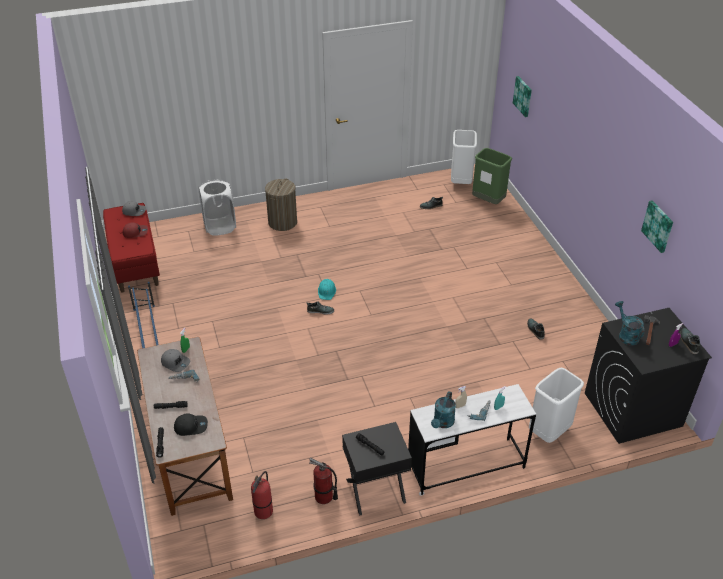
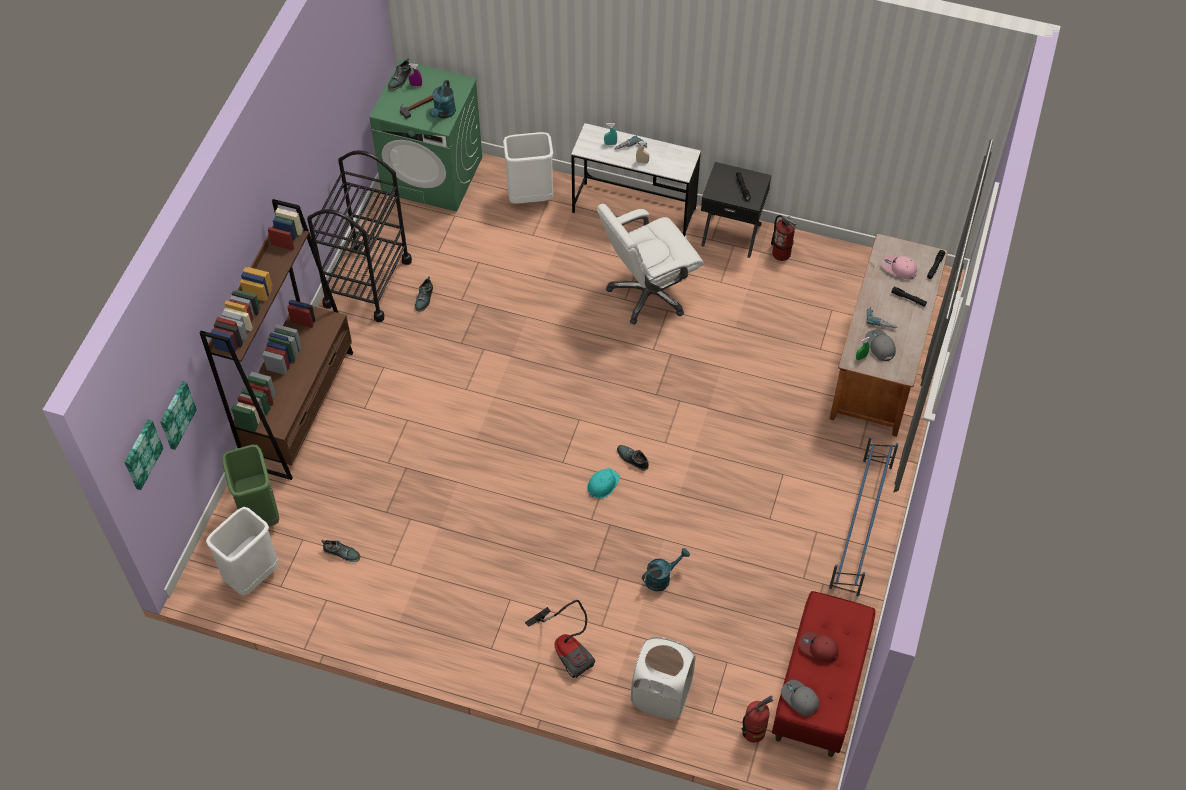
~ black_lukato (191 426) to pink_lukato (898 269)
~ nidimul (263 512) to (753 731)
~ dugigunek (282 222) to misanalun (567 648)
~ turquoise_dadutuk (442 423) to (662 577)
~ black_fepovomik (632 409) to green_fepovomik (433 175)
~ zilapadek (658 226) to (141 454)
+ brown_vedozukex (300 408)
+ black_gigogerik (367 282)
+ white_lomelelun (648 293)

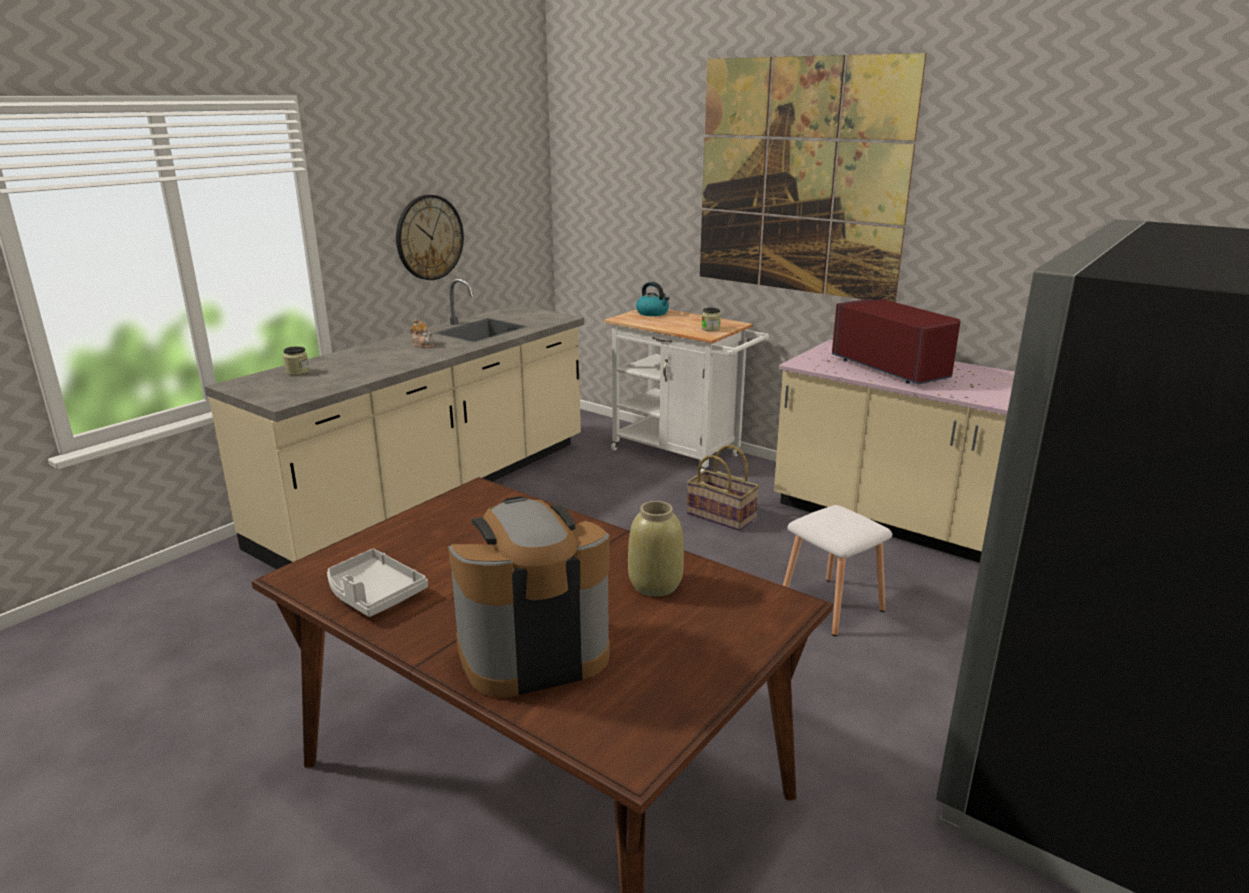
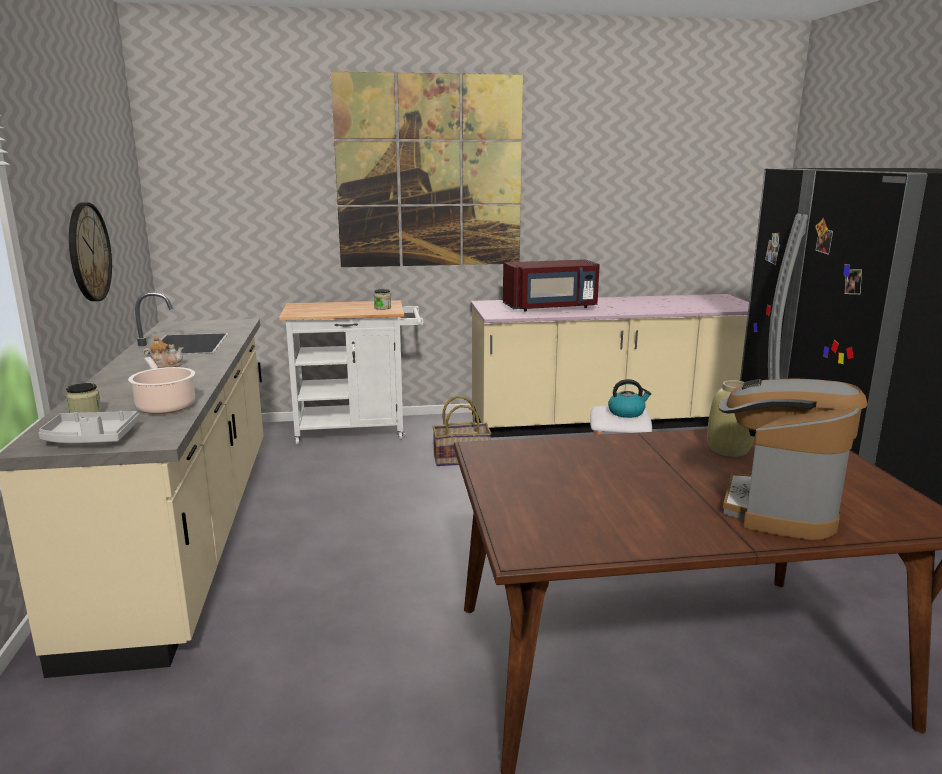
~ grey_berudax (373 594) to (91 439)
~ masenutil (653 313) to (627 412)
~ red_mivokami (892 369) = (551 307) 150 degrees clockwise
+ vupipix (165 406)

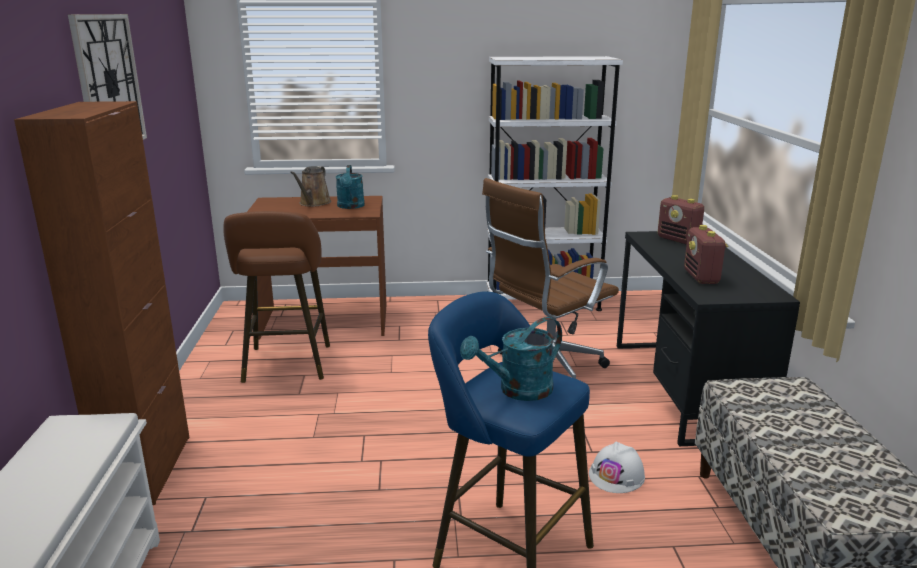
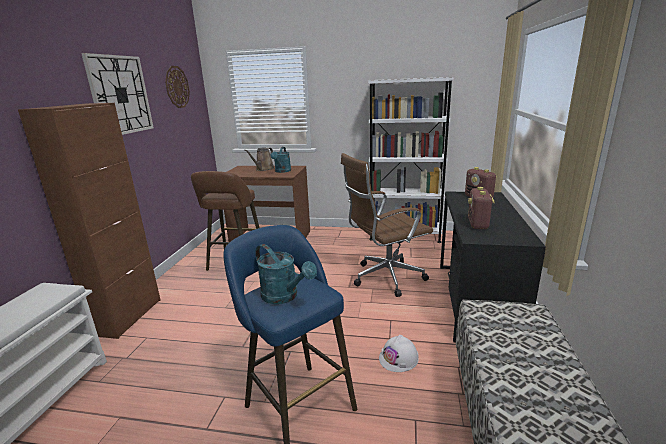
~ turquoise_dadutuk (517 391) = (284 296) 120 degrees counterclockwise
+ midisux (177 87)

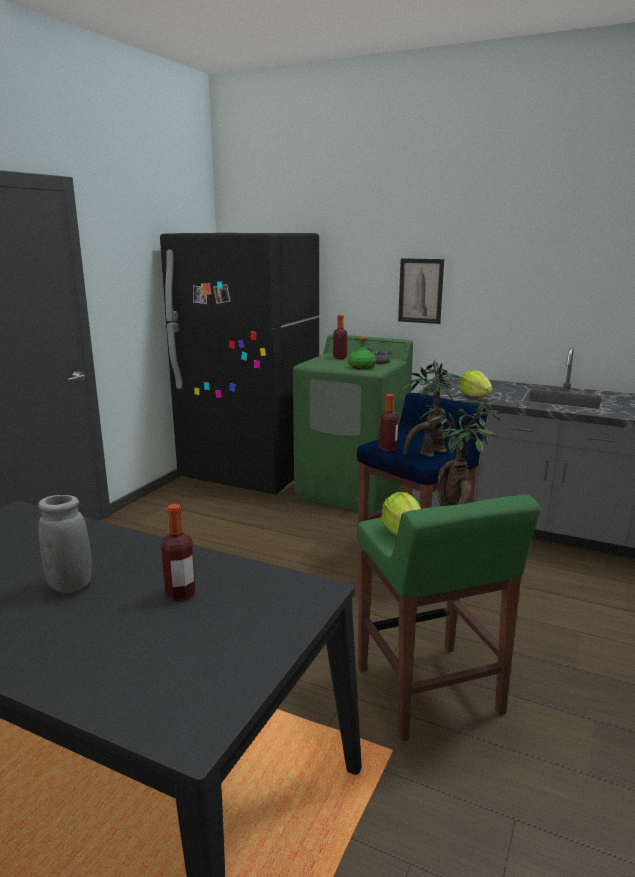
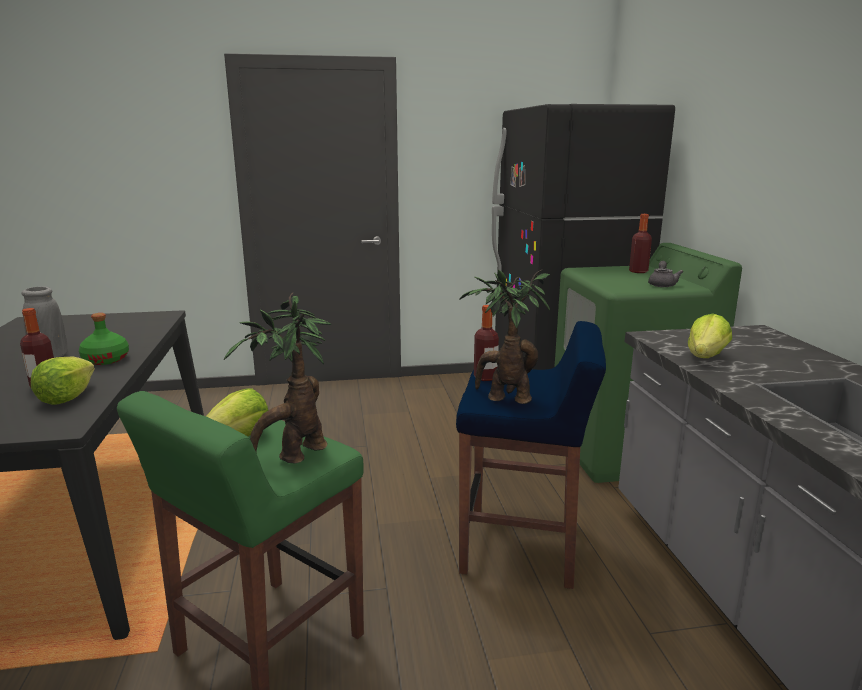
~ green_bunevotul (361 367) to (106 359)
- zilapadek (420 291)
+ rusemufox (67 397)

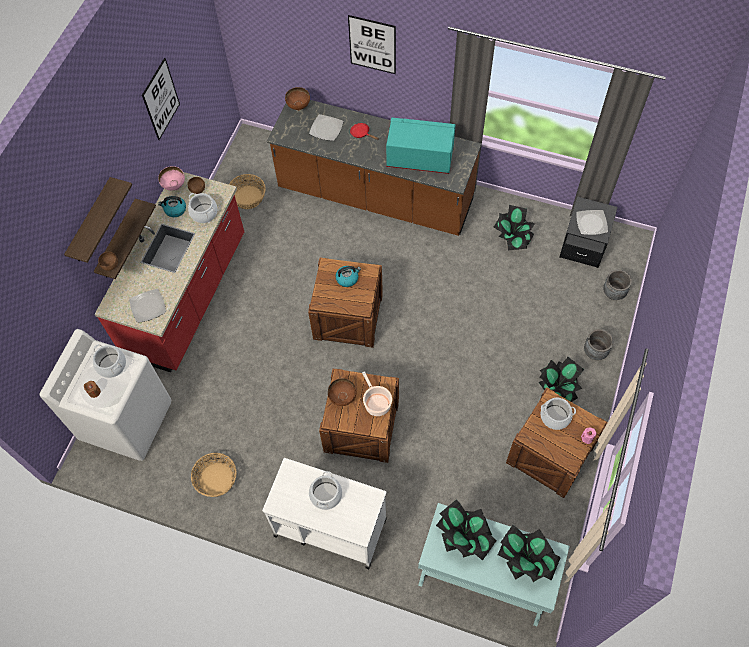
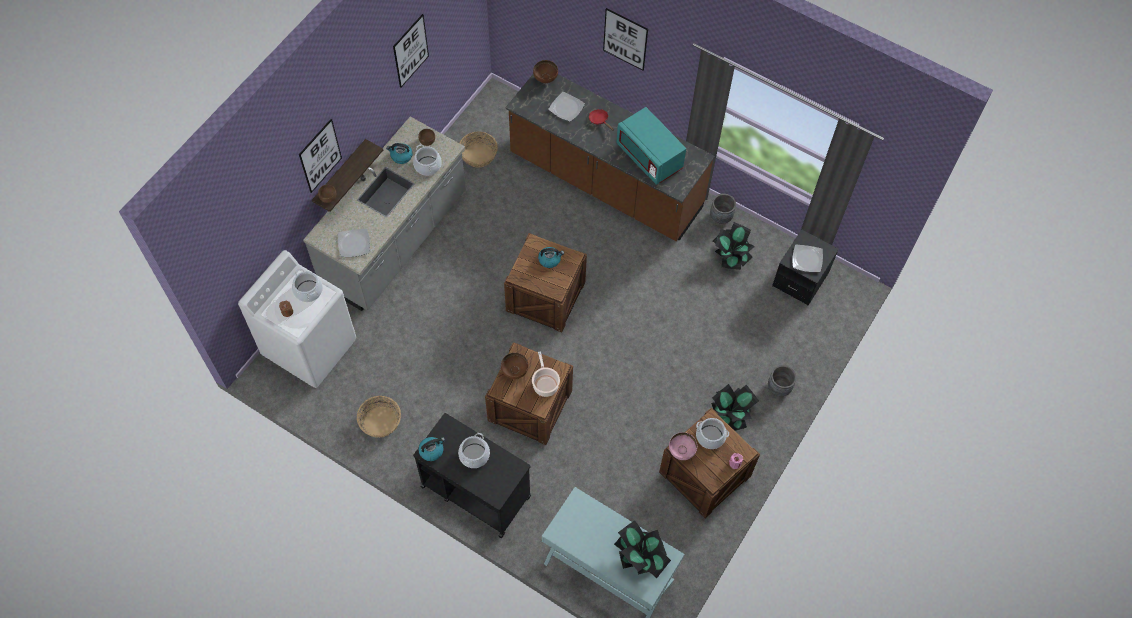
~ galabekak (91 222) to zilapadek (320 156)
~ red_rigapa (188 296) to grey_rigapa (396 240)
~ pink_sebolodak (174 186) to (681 451)
~ white_gigogerik (329 526) to black_gigogerik (475 491)
~ turquoise_mivokami (419 158) = (649 157) 150 degrees counterclockwise
- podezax (464 537)
~ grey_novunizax (614 292) to (721 216)
+ masenutil (431 450)

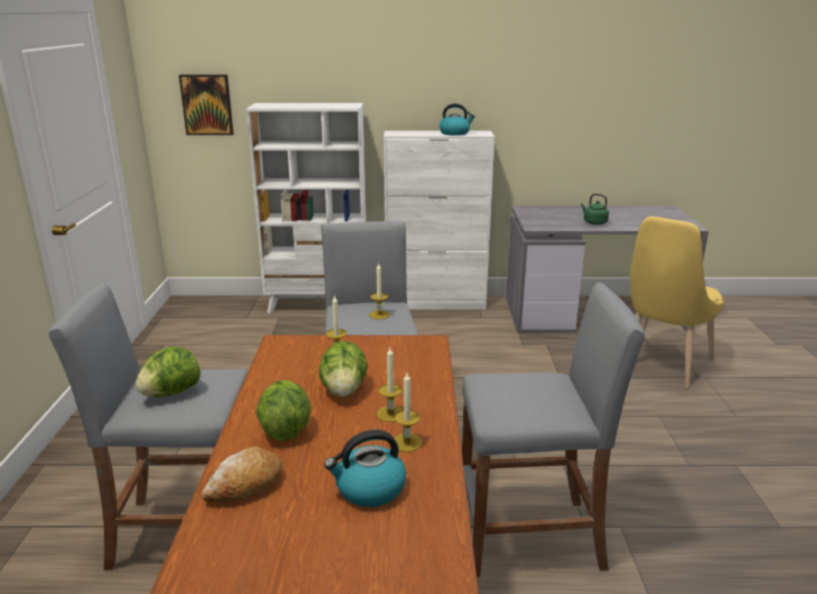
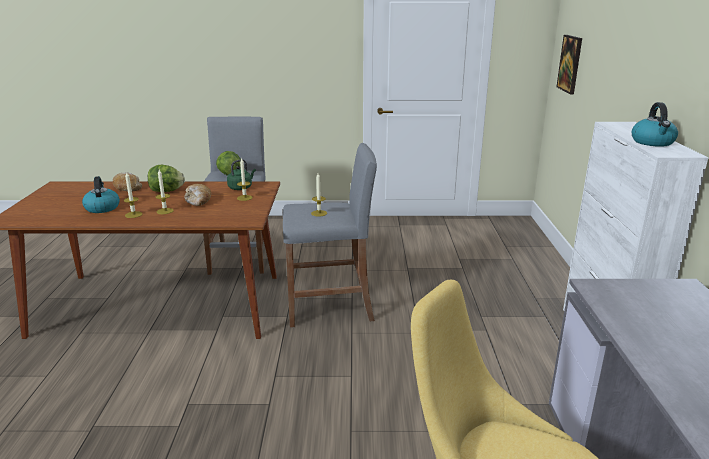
- white_vedozukex (318 305)
~ rusemufox (344 390) to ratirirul (198 201)
- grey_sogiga (530 536)
~ green_masenutil (593 222) to (241 188)

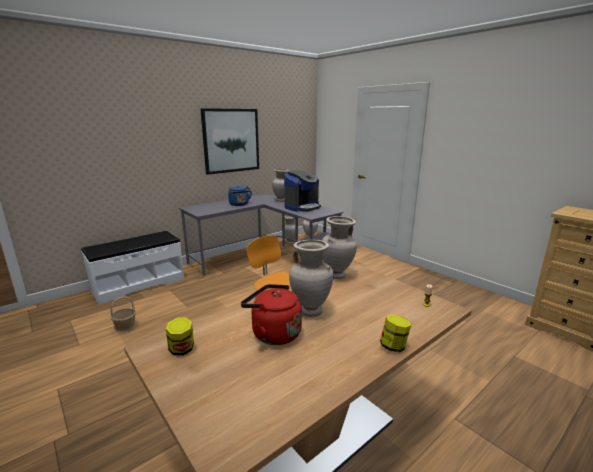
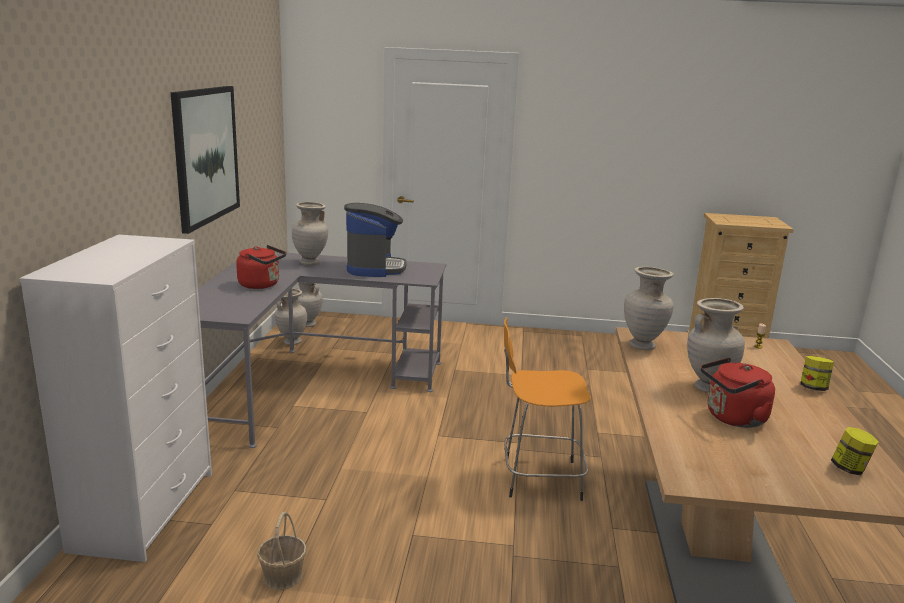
~ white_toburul (138 284) to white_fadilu (145 509)
~ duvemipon (181 350) to (849 469)
~ blue_masenutil (239 204) to red_masenutil (261 285)

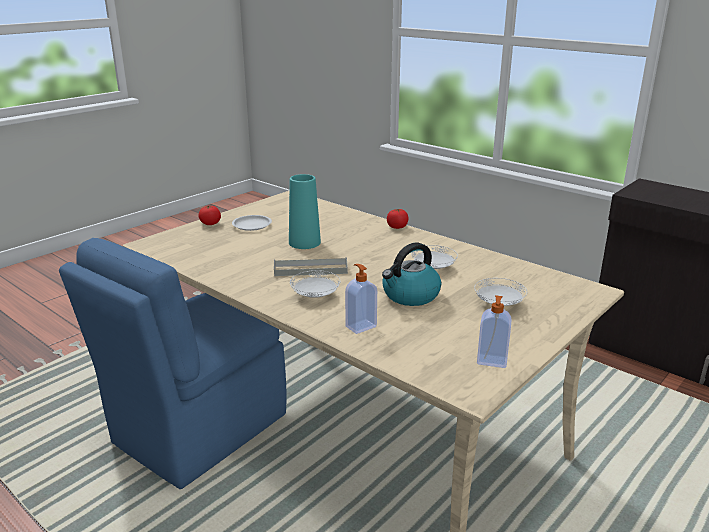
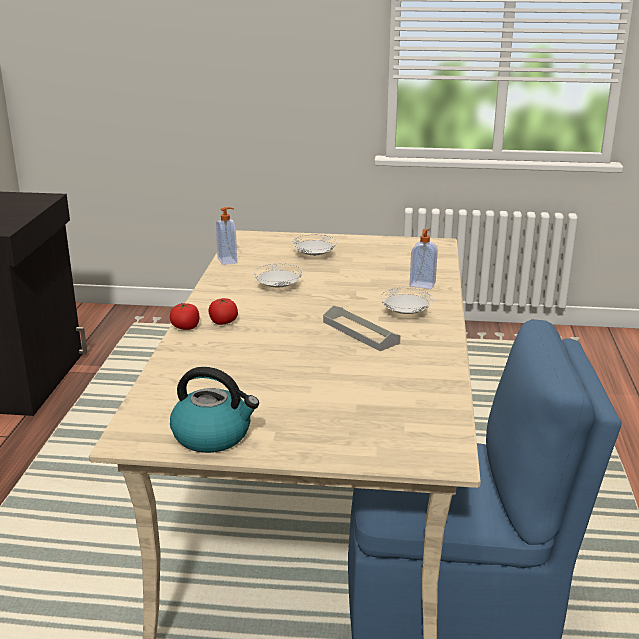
~ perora (210 223) to (223 322)
- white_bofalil (252 225)
- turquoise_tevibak (304 242)
~ masenutil (410 296) to (213 435)
~ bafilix (491 361) to (228 260)

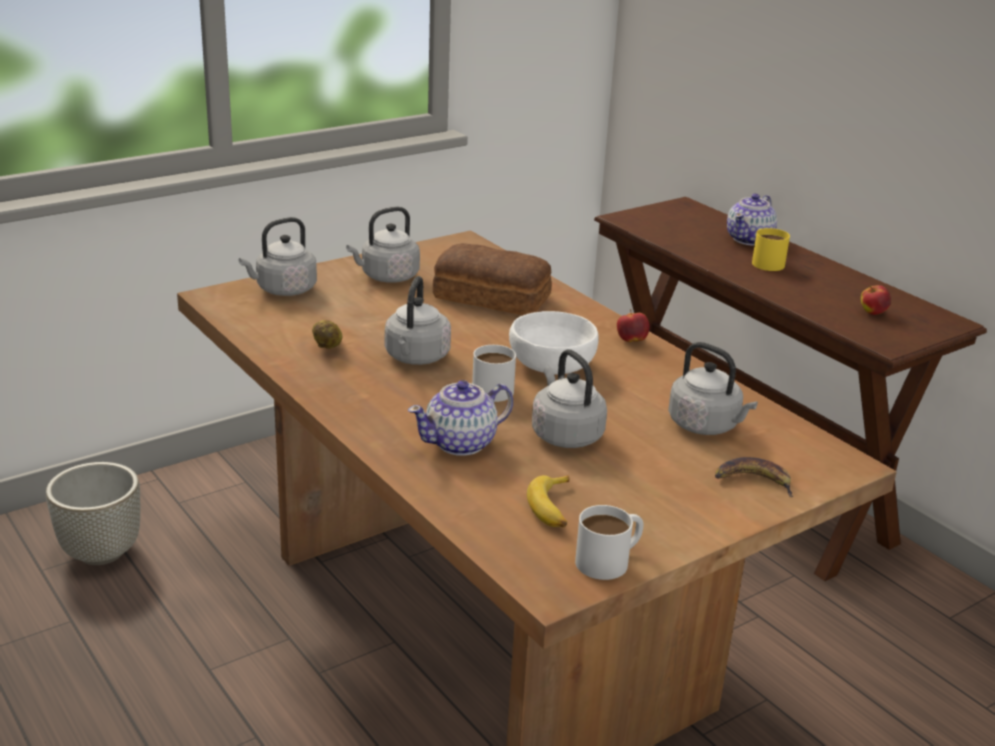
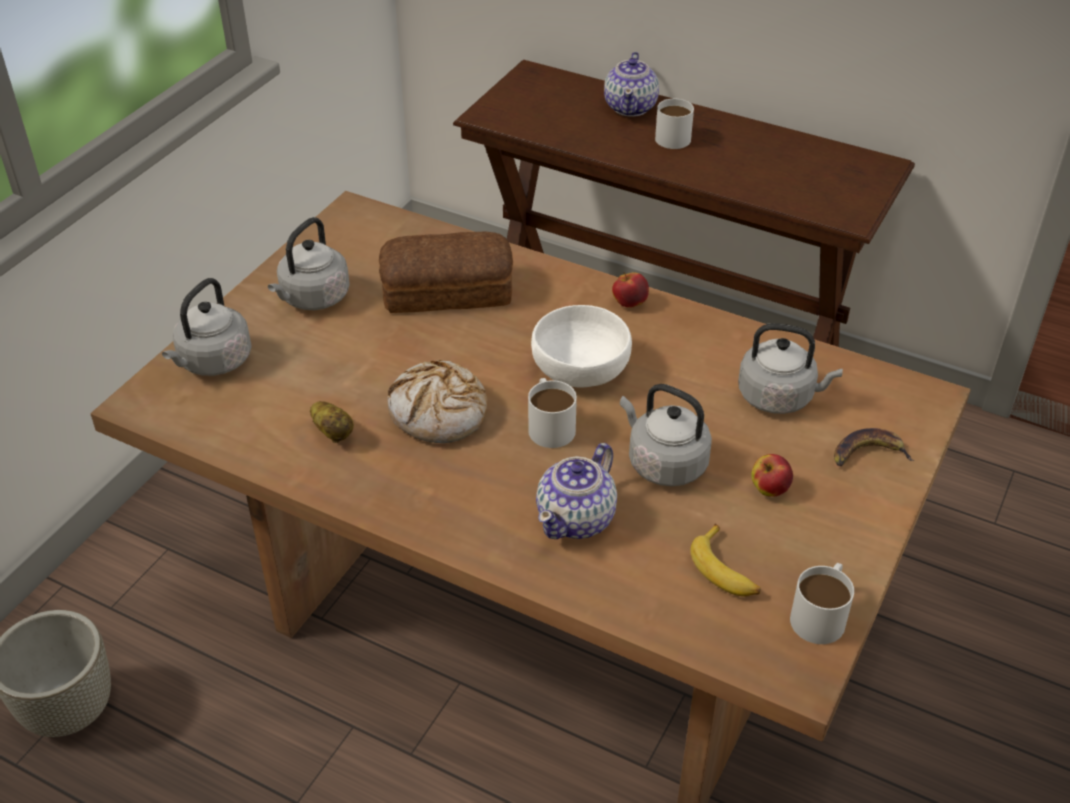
~ grey_masenutil (416 358) to ratirirul (439 413)
~ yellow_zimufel (768 262) to white_zimufel (670 135)
~ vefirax (872 313) to (769 489)

